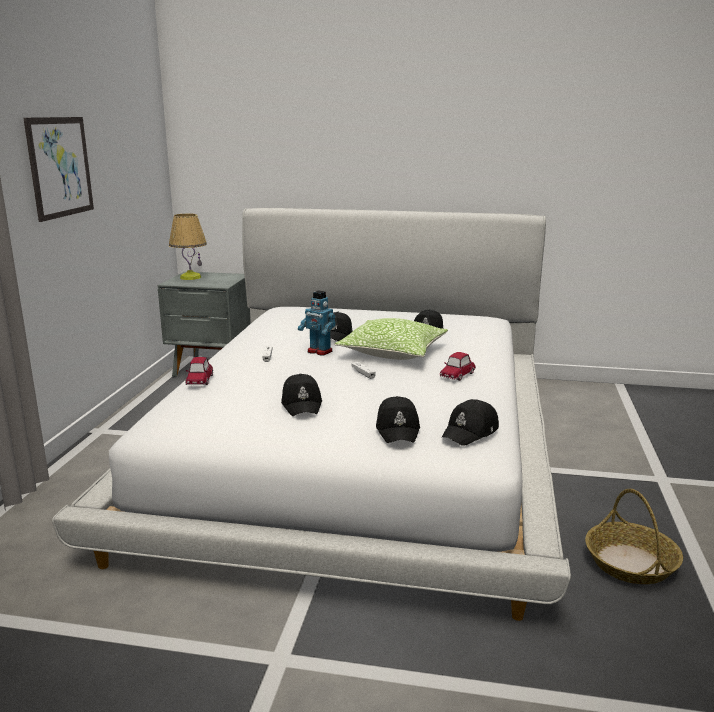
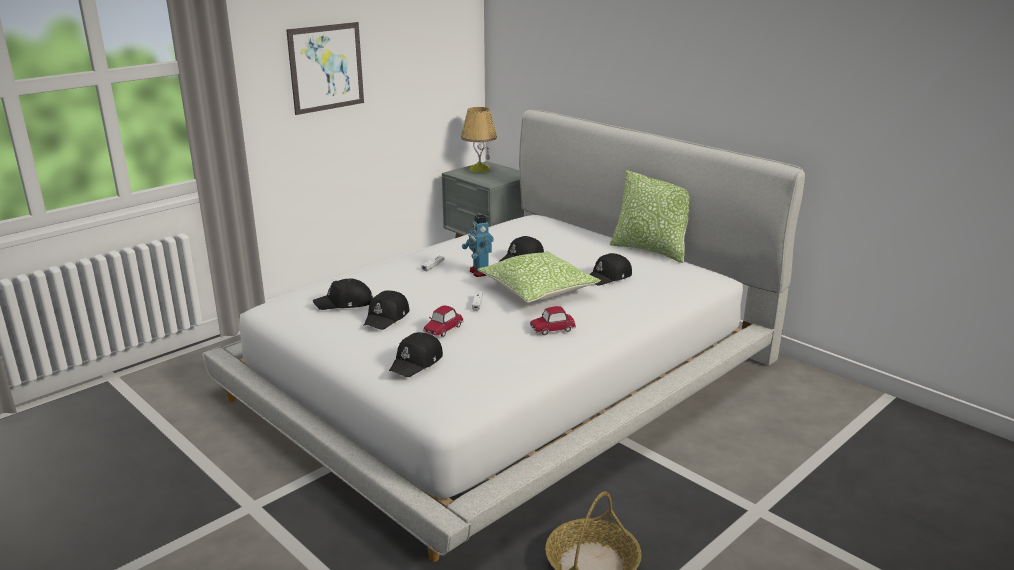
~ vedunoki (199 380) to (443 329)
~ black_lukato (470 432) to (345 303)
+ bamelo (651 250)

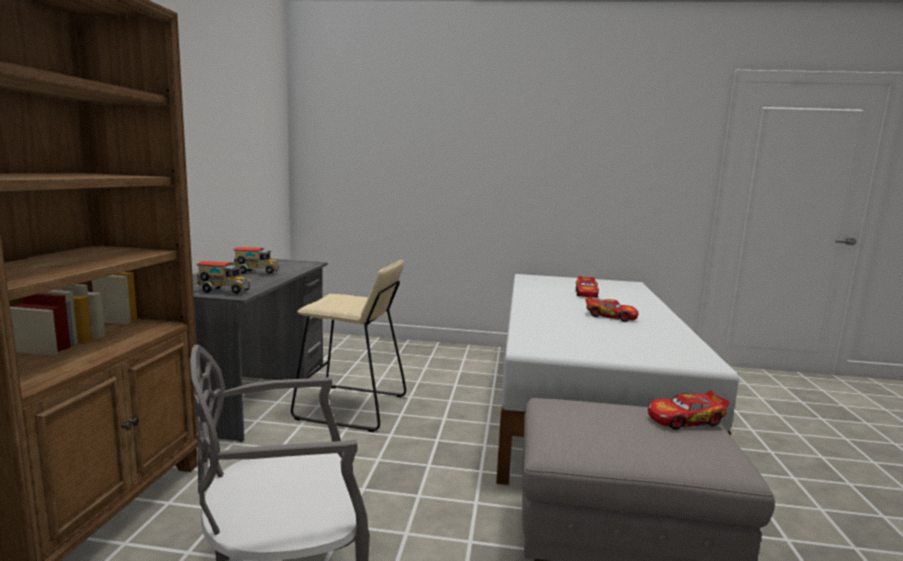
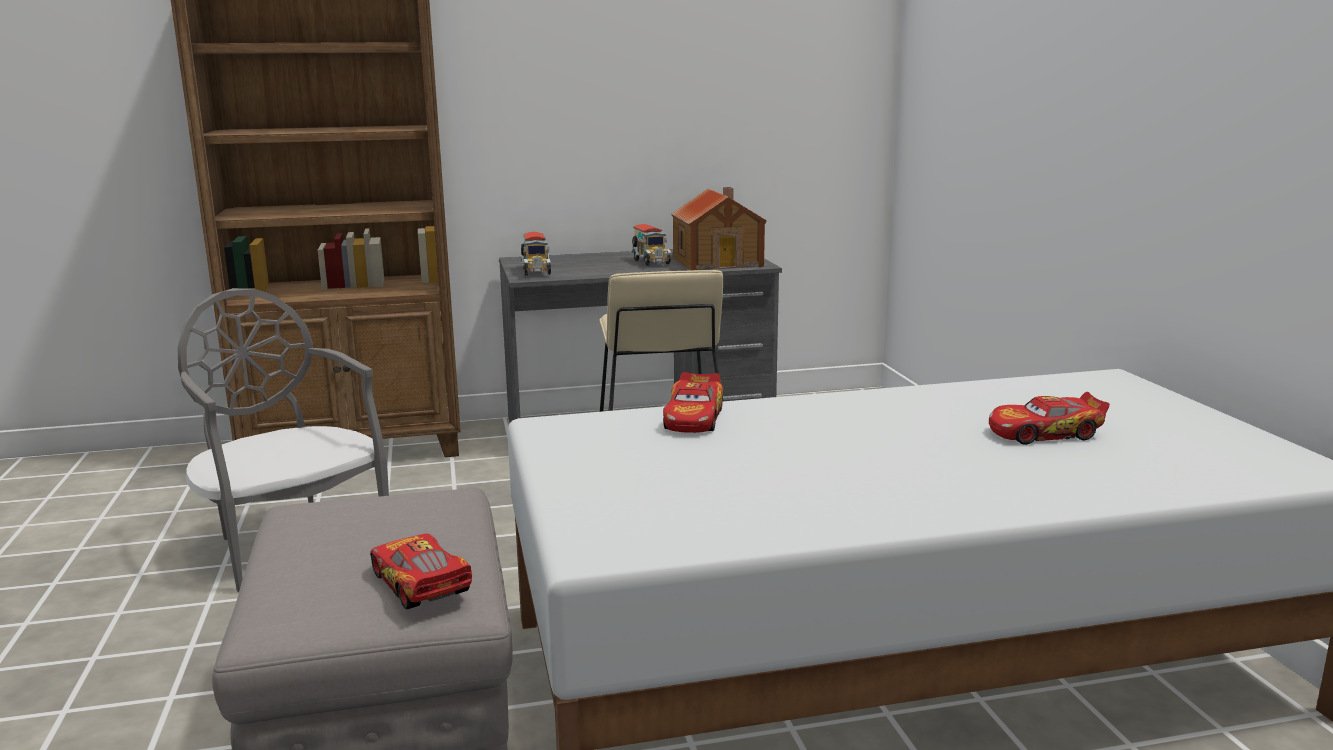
~ vedunoki (610 316) to (694 418)
+ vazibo (718 261)

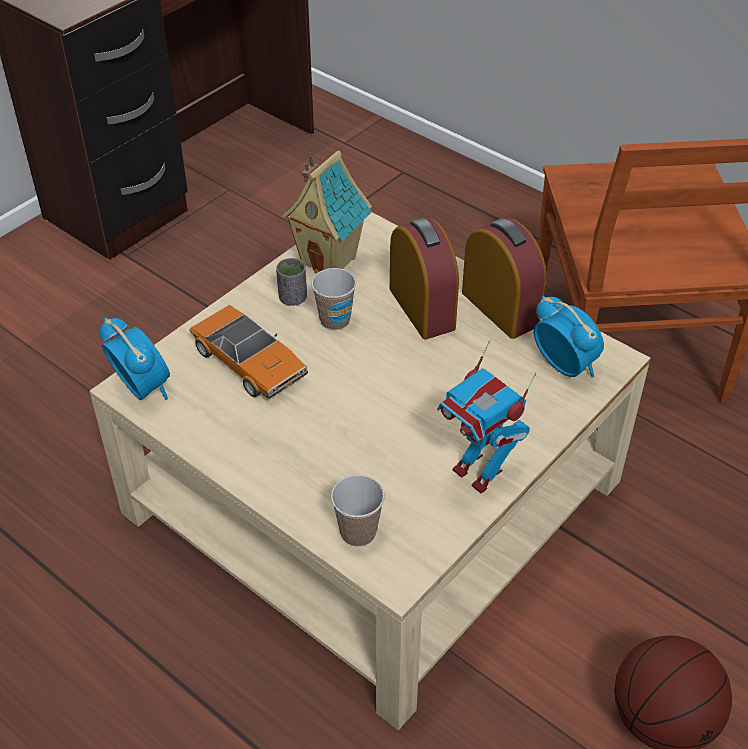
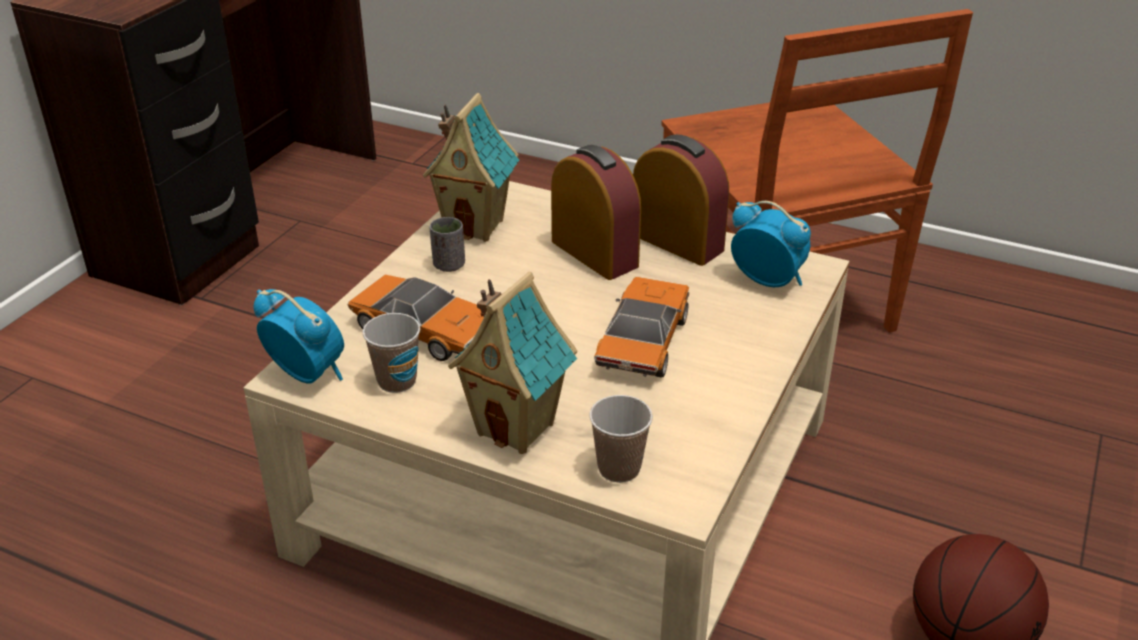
~ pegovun (335 320) to (397 381)
- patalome (478 473)
+ vazibo (518 428)
+ vedunoki (643 341)

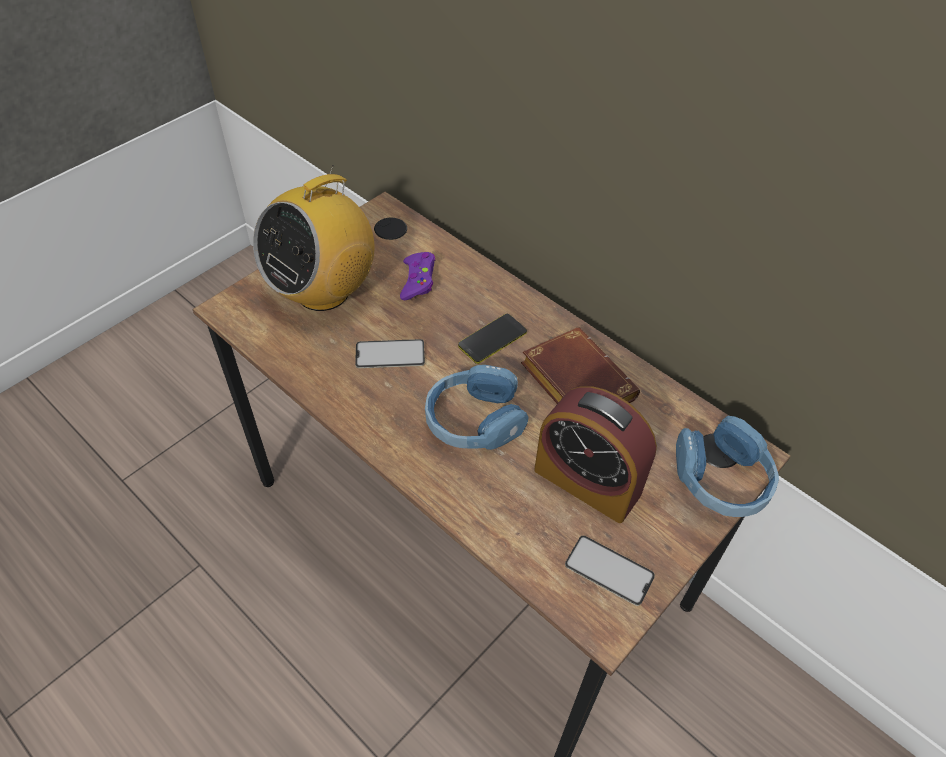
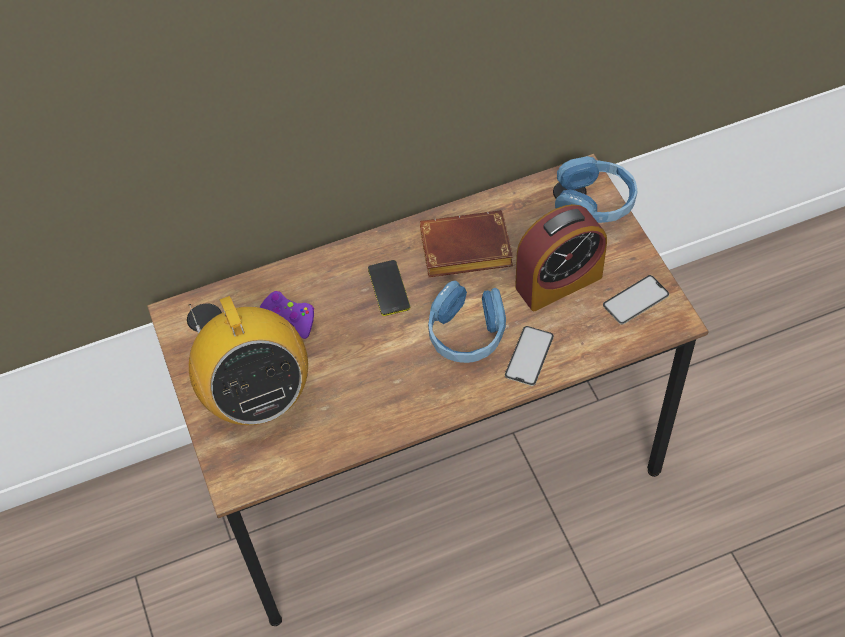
~ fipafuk (390 354) to (529 356)

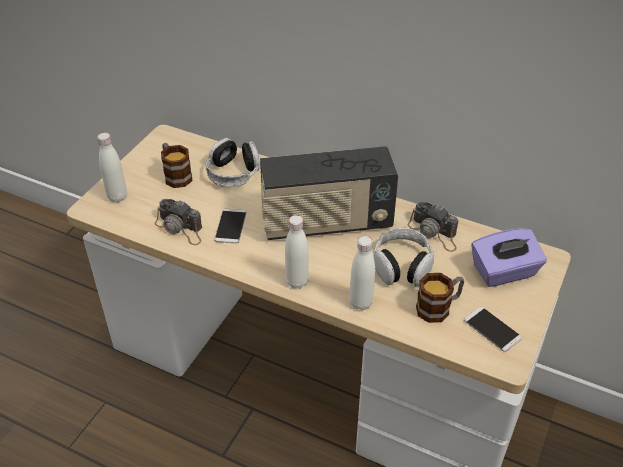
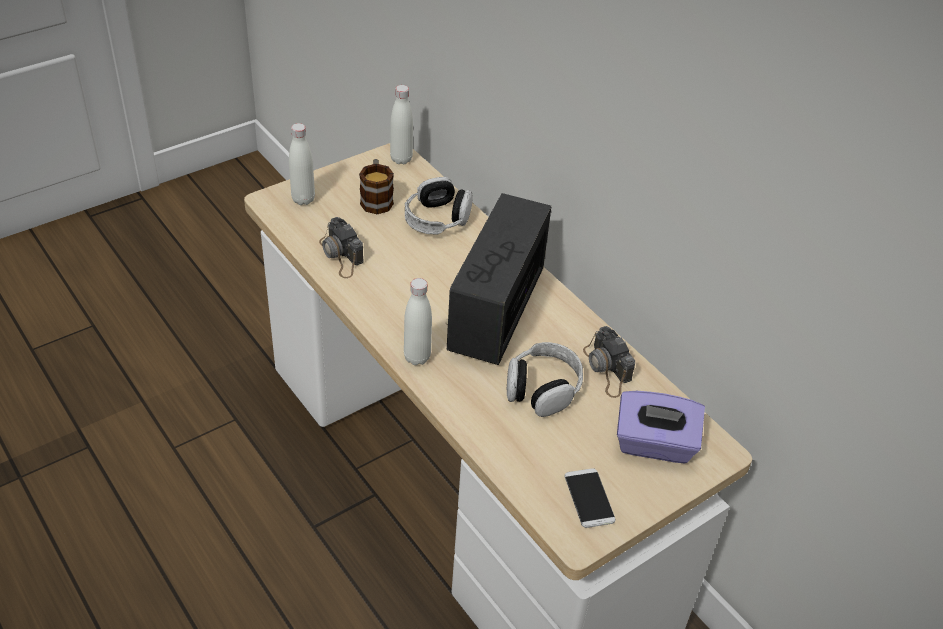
- fipafuk (230 226)
~ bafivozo (326 223) = (495 310) 90 degrees clockwise
~ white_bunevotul (361 303) to (401 159)
- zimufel (439 307)

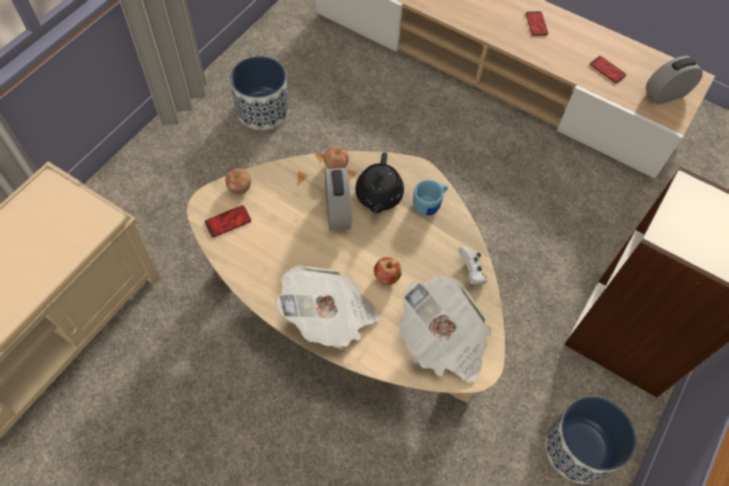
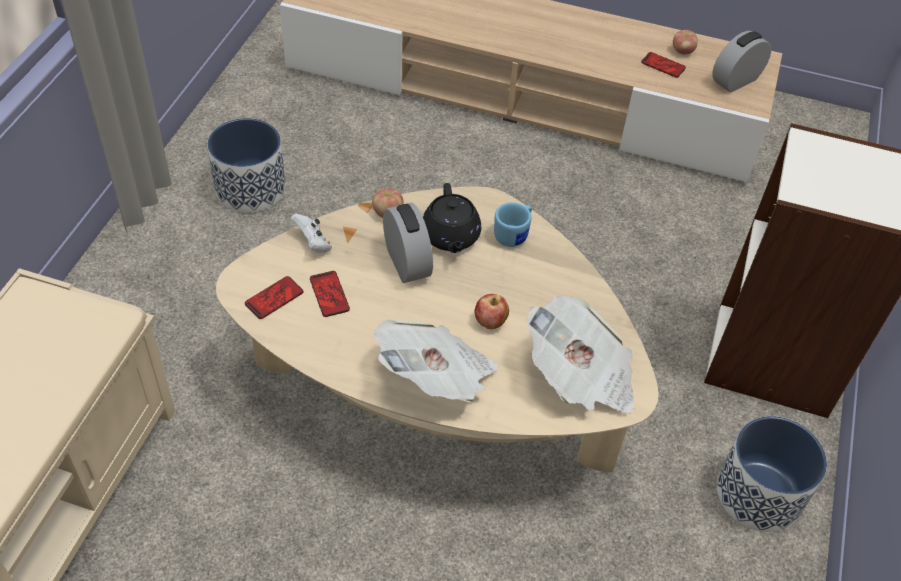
~ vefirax (240 188) to (682 51)
~ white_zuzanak (471 272) to (313 243)
~ fipafuk (536 24) to (329 294)

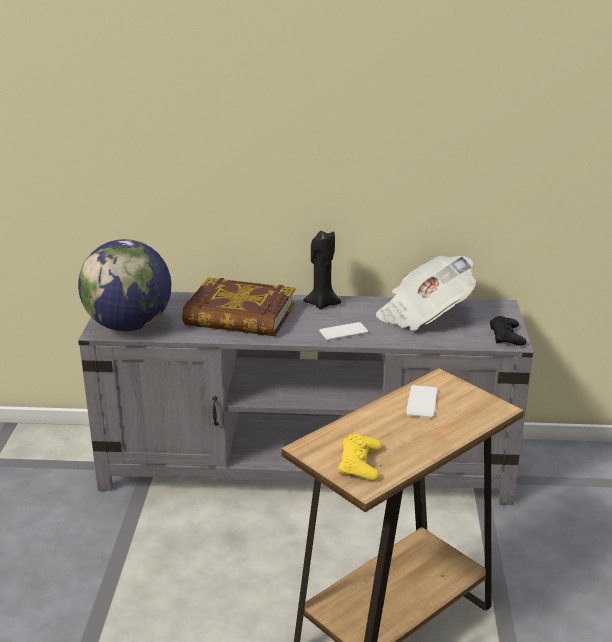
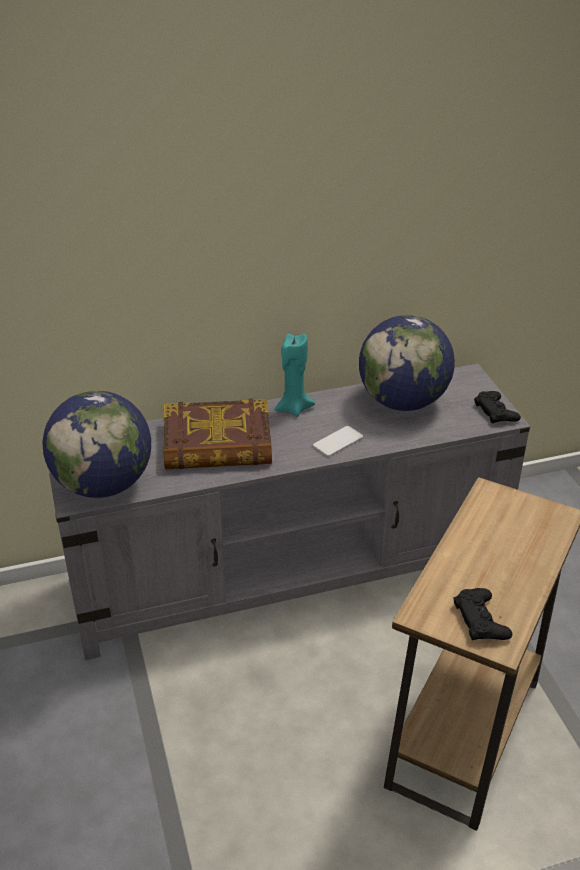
~ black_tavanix (322 303) to turquoise_tavanix (293 408)
~ yellow_zuzanak (360 463) to black_zuzanak (480 620)
~ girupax (423 315) to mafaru (403 402)
- fipafuk (422 402)

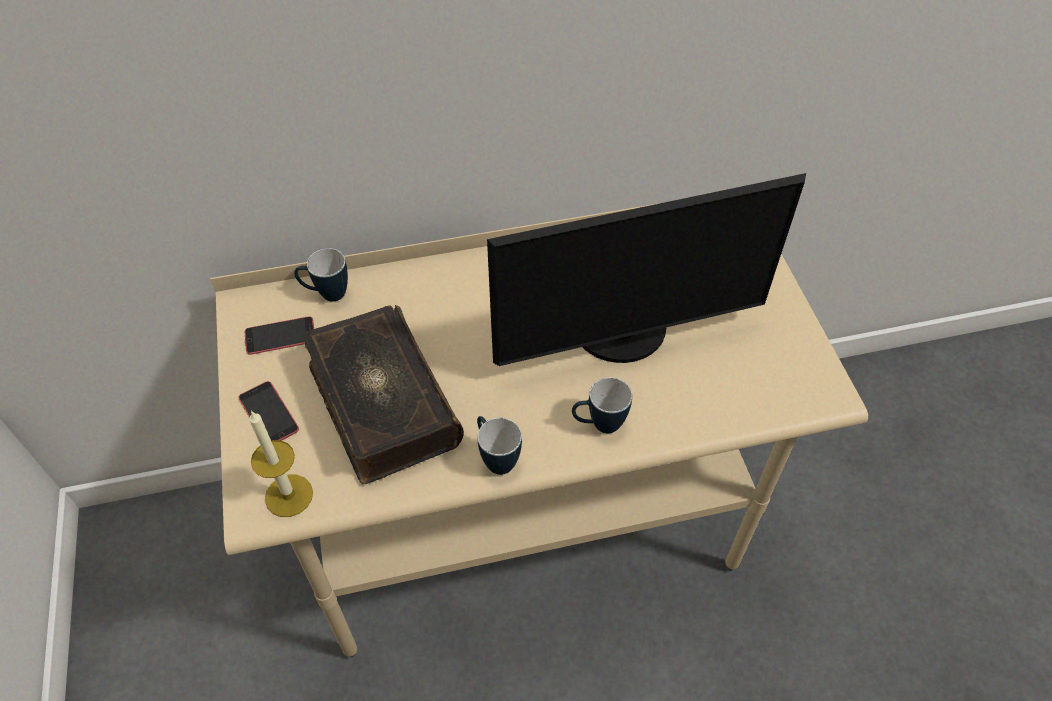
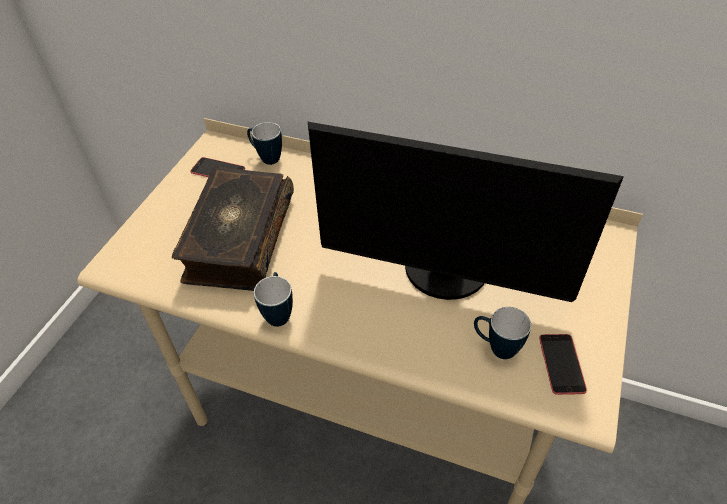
~ fipafuk (268 413) to (561 364)
- tavanix (289 495)
~ zimufel (598 425) to (496 347)

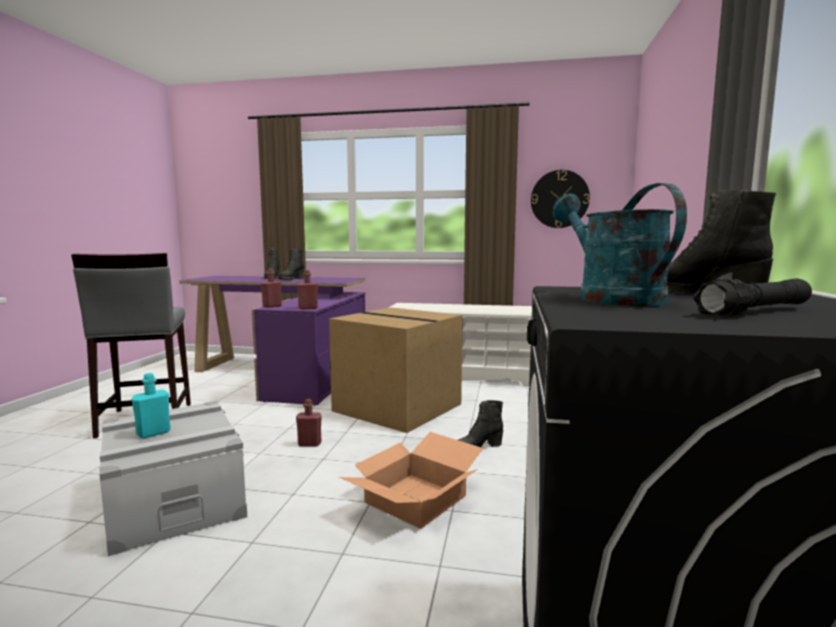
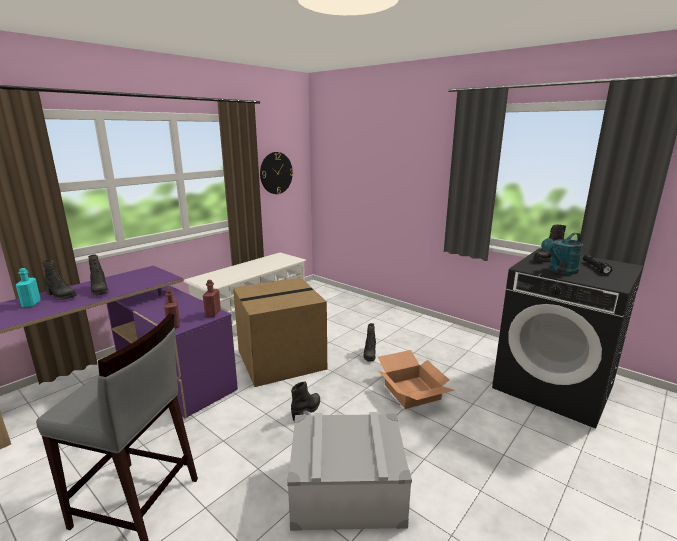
~ turquoise_bunevotul (153 433) to (31 304)
~ red_bunevotul (309 444) to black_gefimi (307 410)
~ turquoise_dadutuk (610 298) = (560 271) 45 degrees counterclockwise

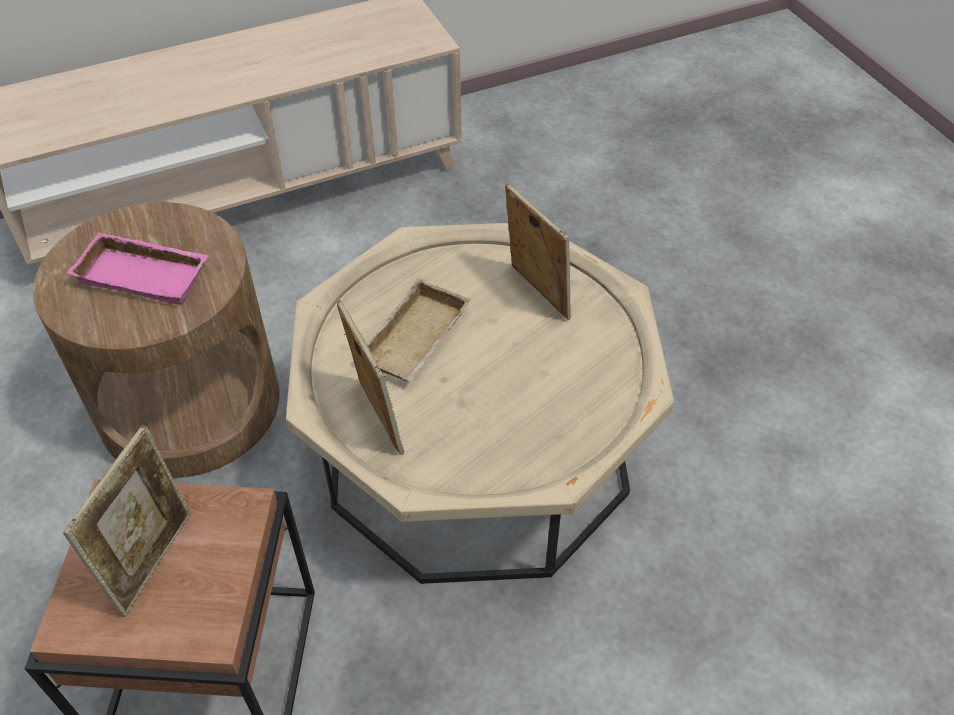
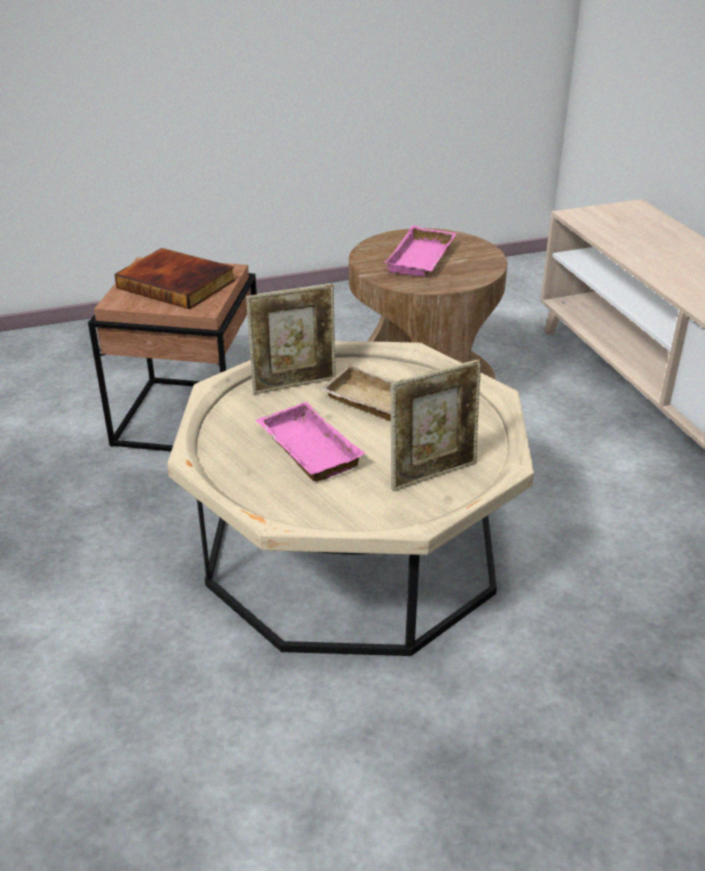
~ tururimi (153 560) to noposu (178 283)
+ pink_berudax (305 449)

